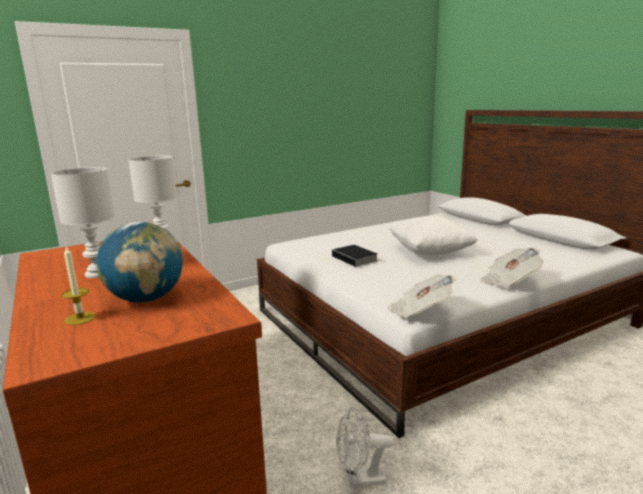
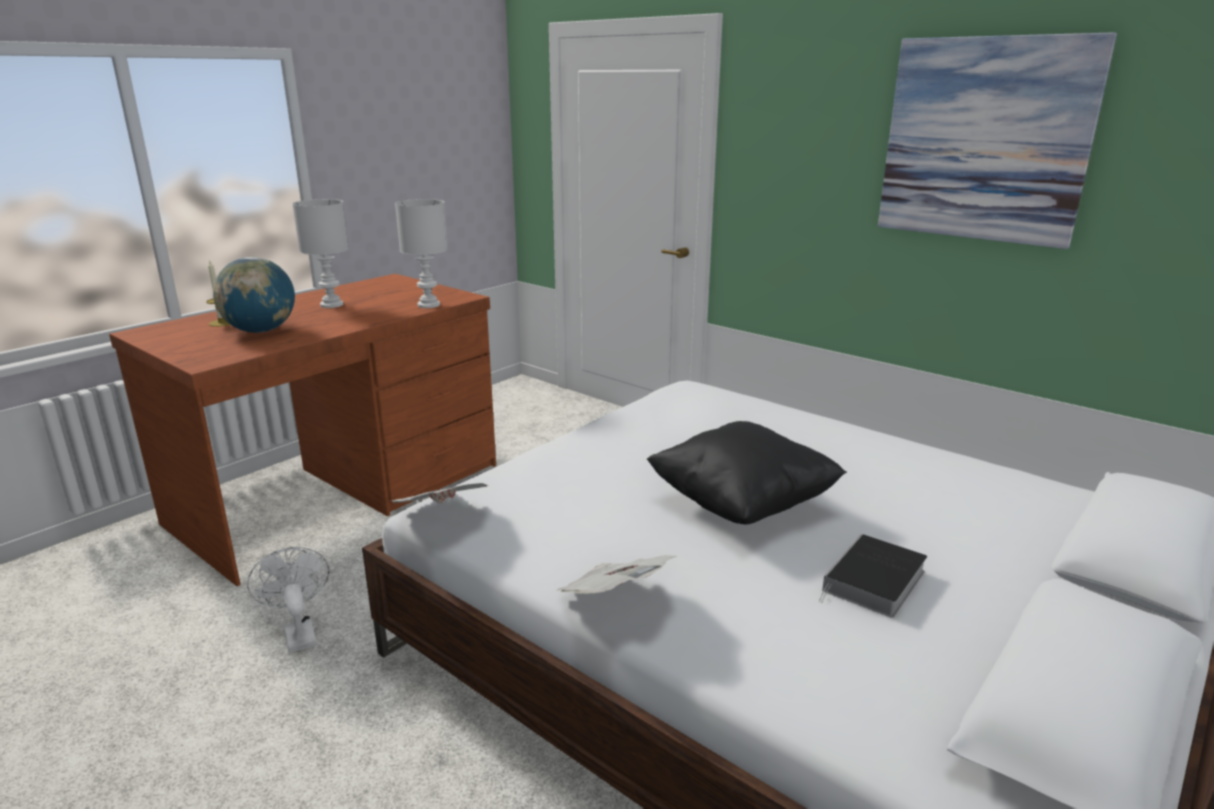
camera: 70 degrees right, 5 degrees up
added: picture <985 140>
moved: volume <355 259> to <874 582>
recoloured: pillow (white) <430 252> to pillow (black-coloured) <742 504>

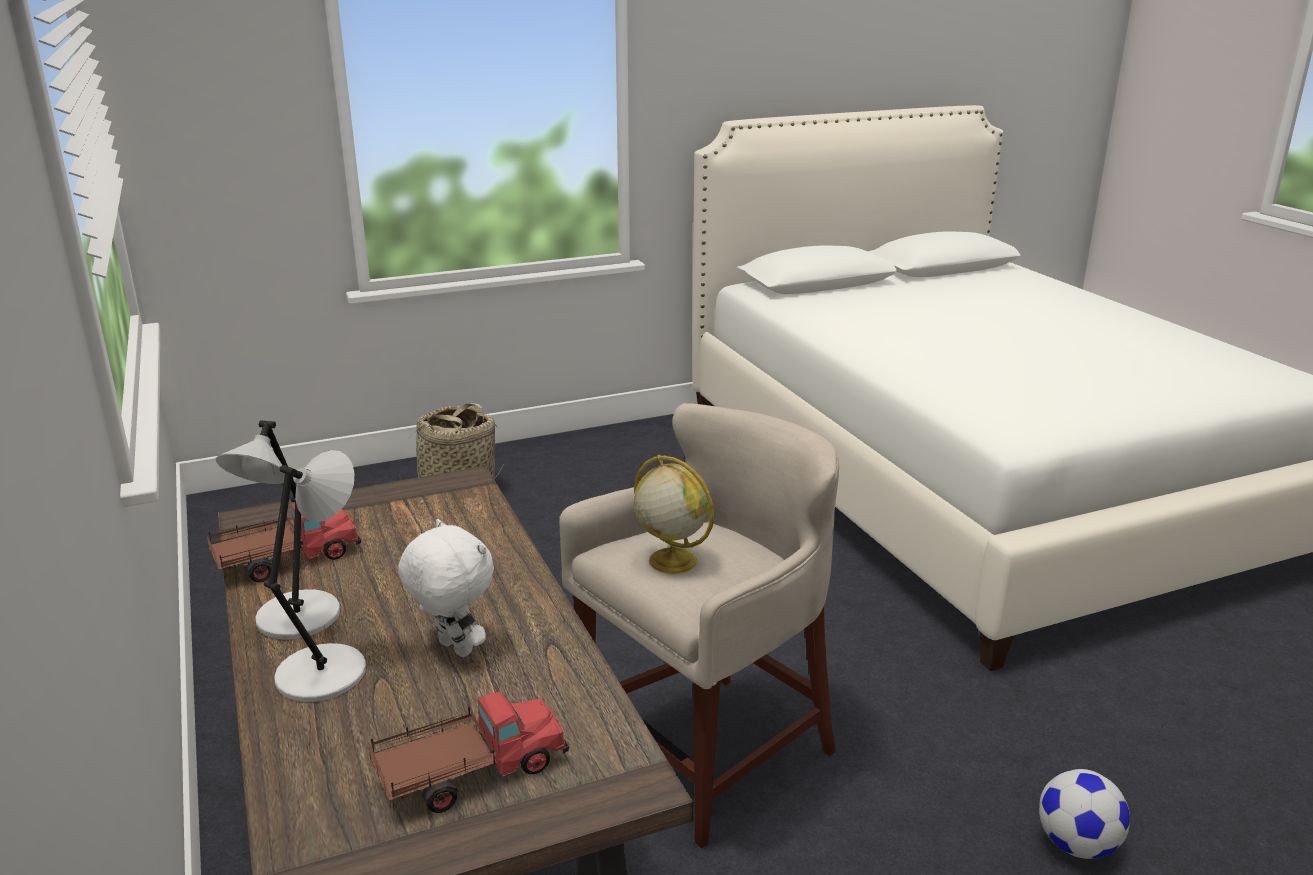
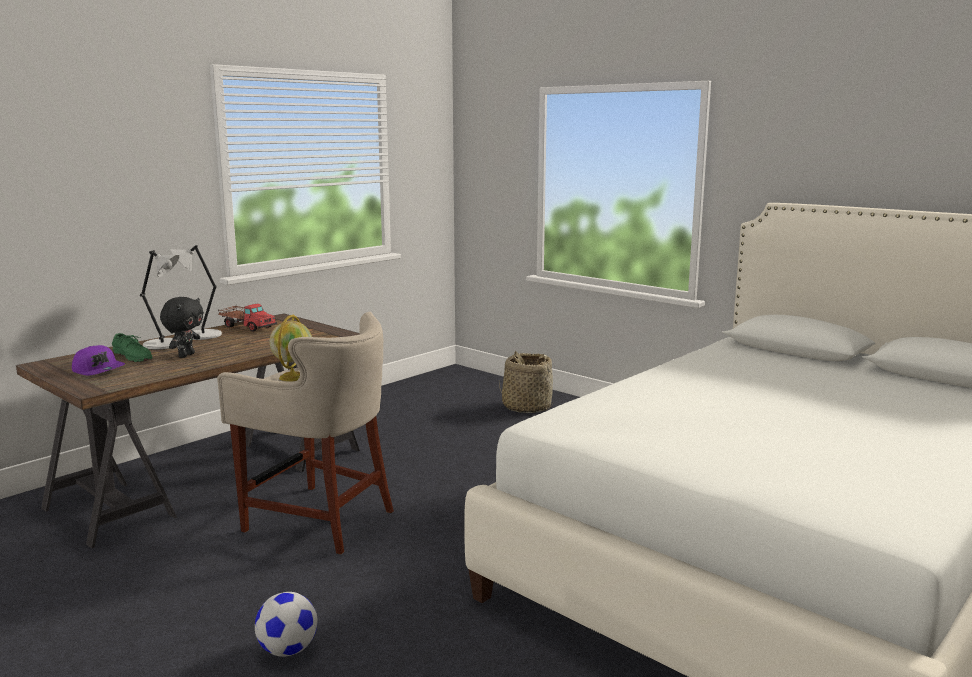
camera: 65 degrees right, 10 degrees down
added: shoe (greenish) <133 356>
replaced: toy truck <468 772> to peaked cap (purple-coloured) <99 370>
recoloured: plush toy (white) <452 649> to plush toy (black-coloured) <186 355>

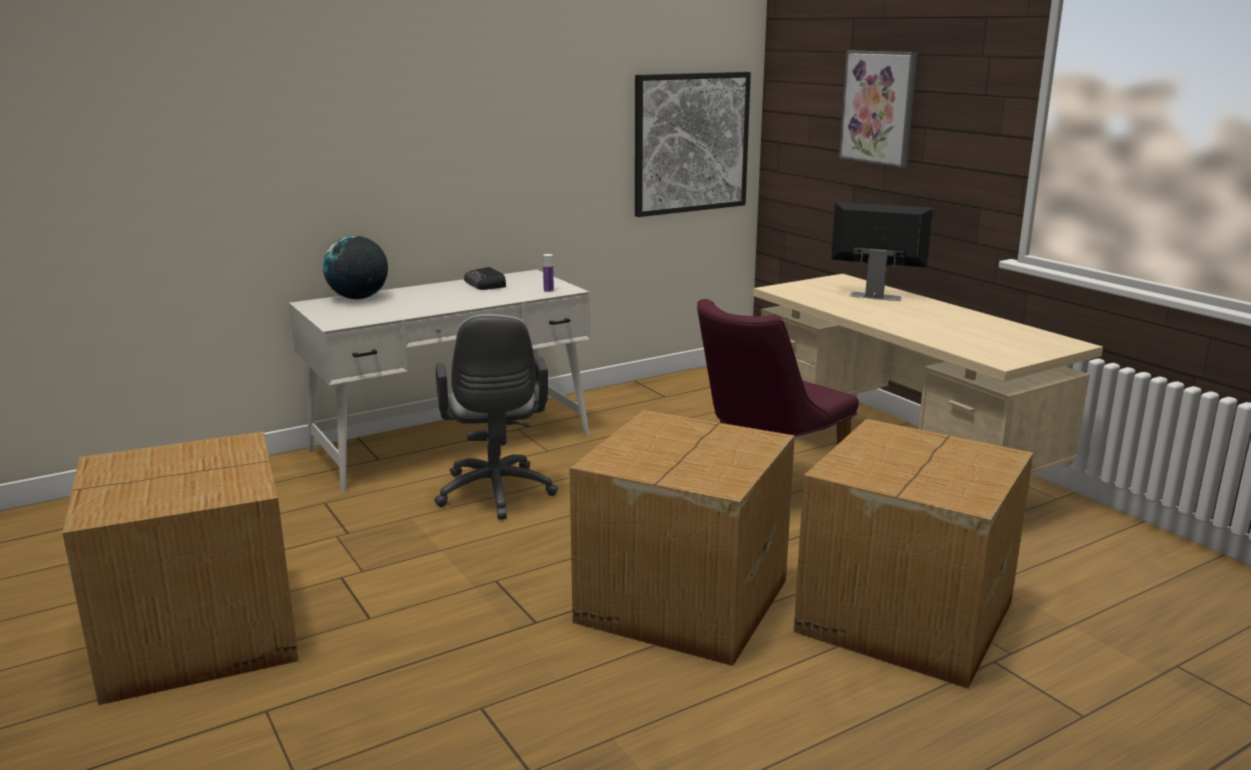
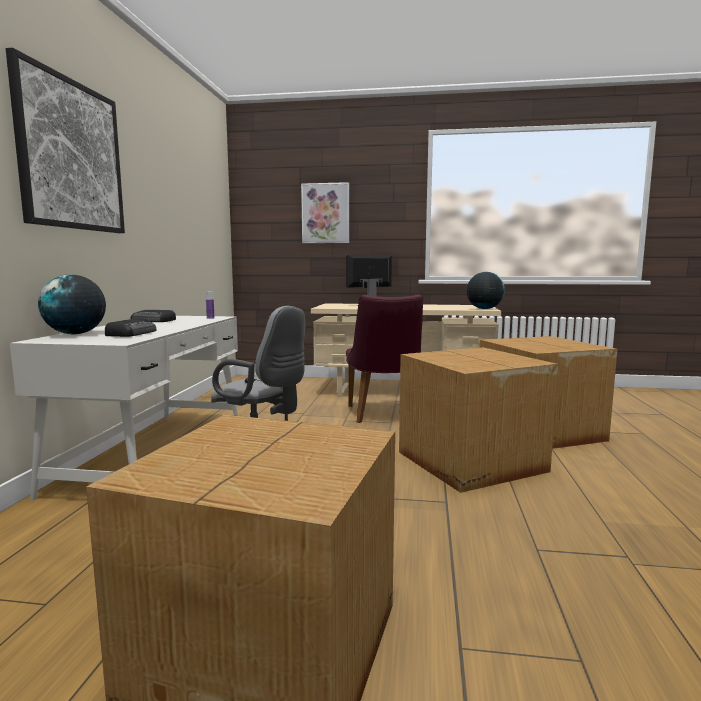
camera: 50 degrees left, 10 degrees down
added: radio set <132 333>; desk globe <484 309>
moved: picture <691 143> to <71 155>

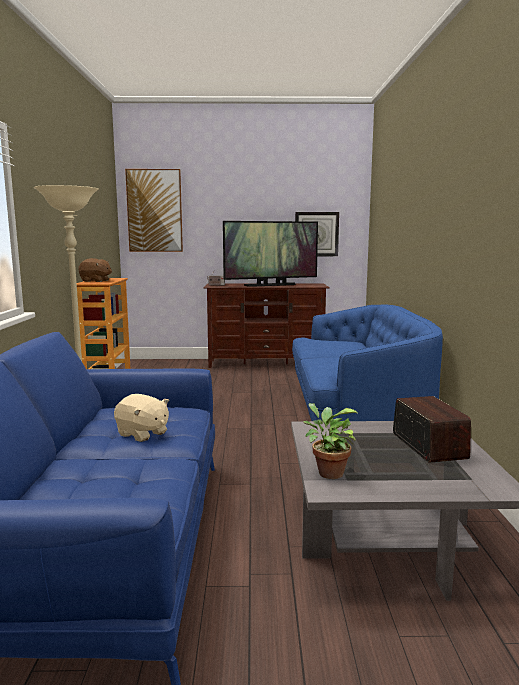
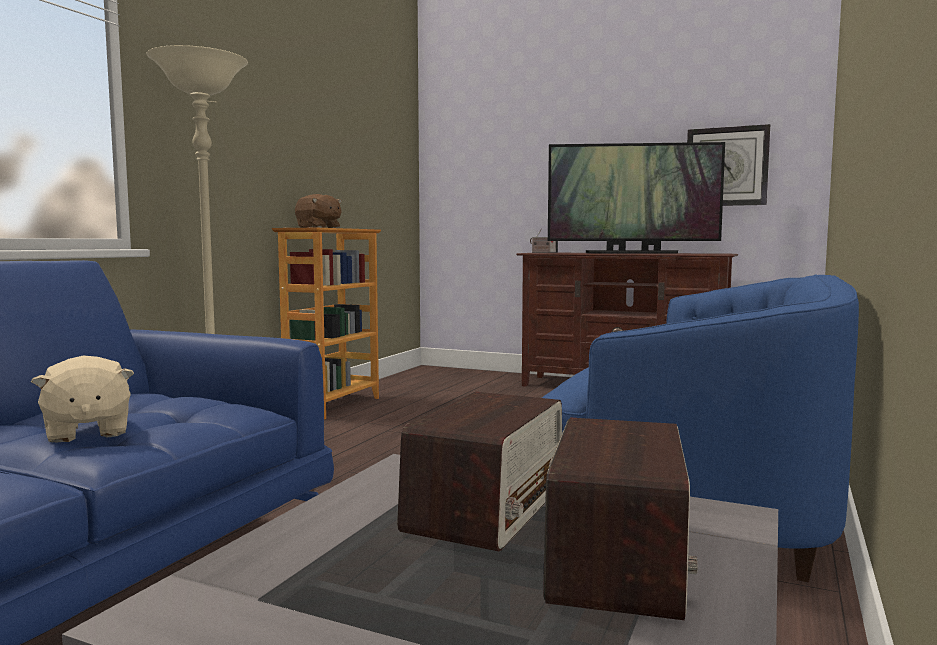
camera: 25 degrees right, 5 degrees down
removed: picture <154 211>; houseplant <327 472>
added: radio set <488 507>

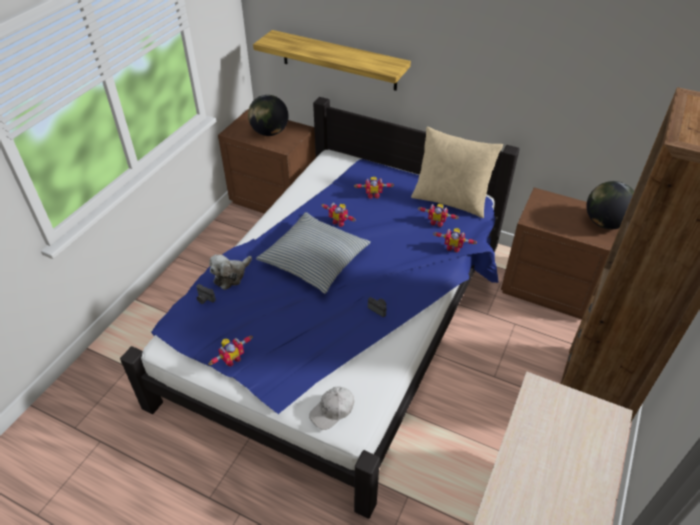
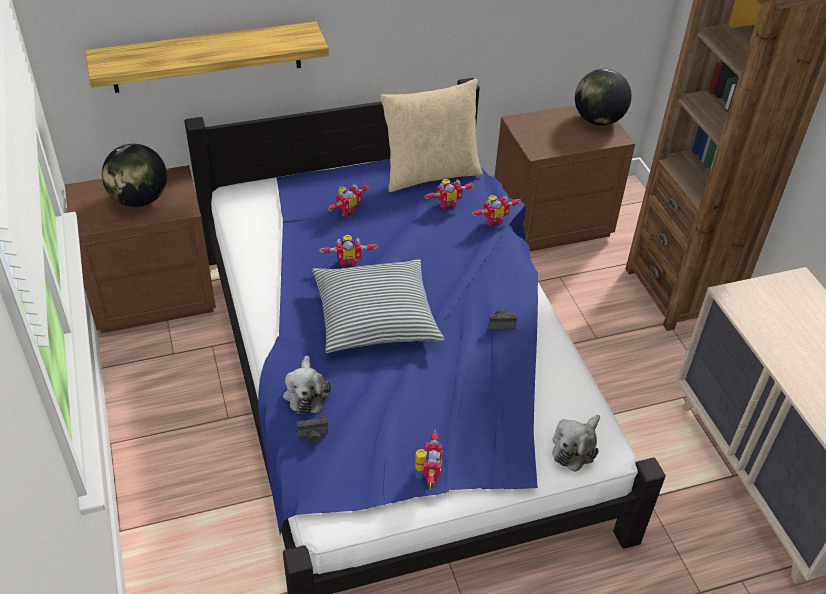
camera: 45 degrees left, 0 degrees up
replaced: peaked cap (white) <332 411> to plush toy <575 447>

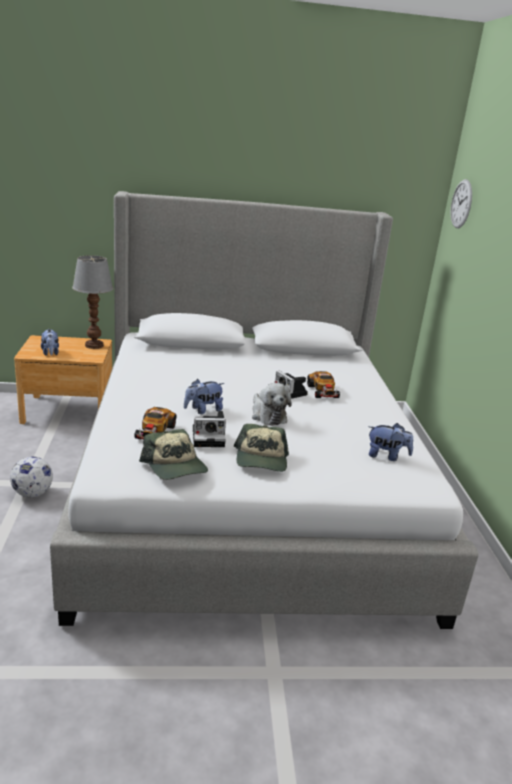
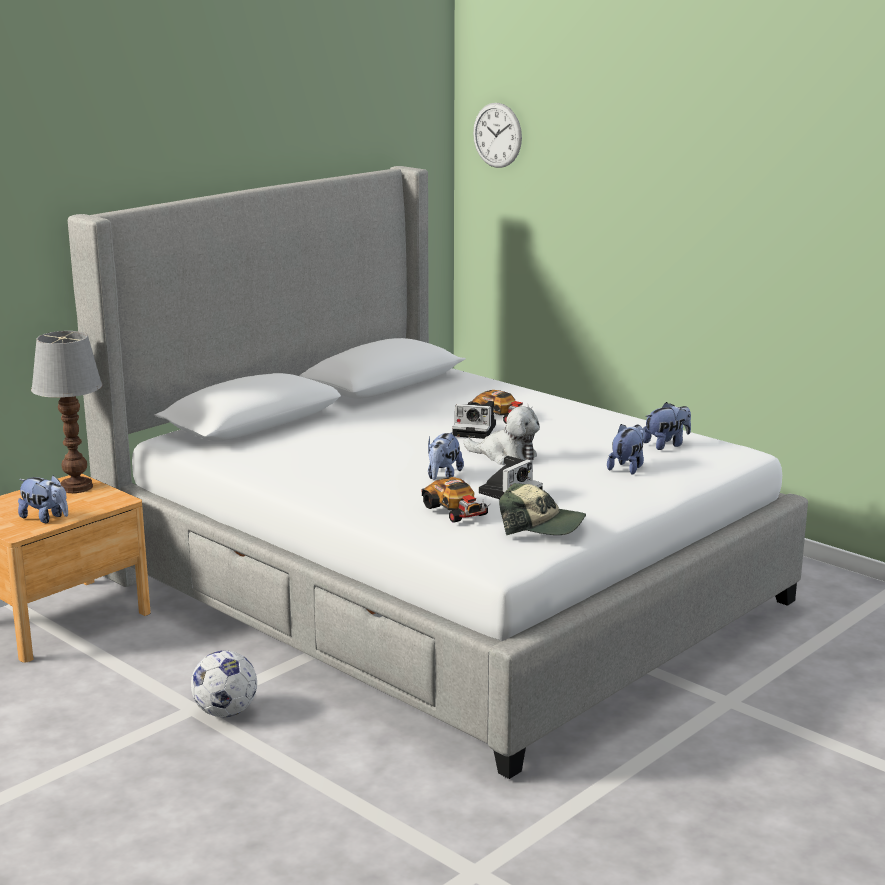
camera: 40 degrees left, 5 degrees down
removed: peaked cap <261 460>
added: plush toy <628 467>

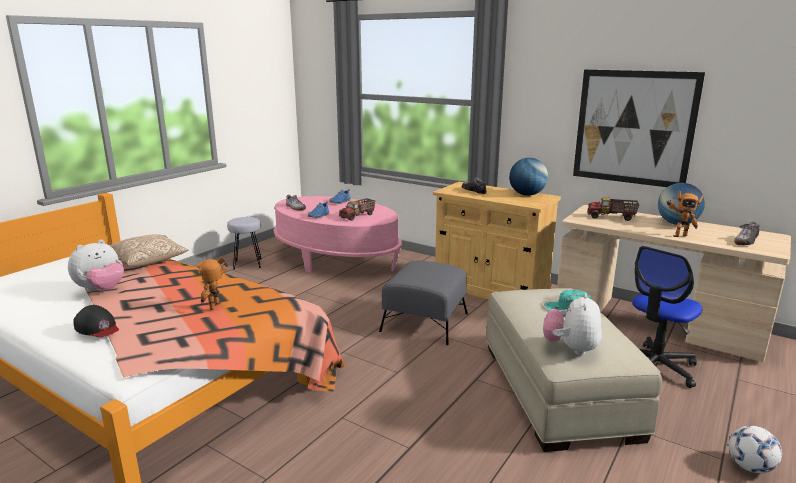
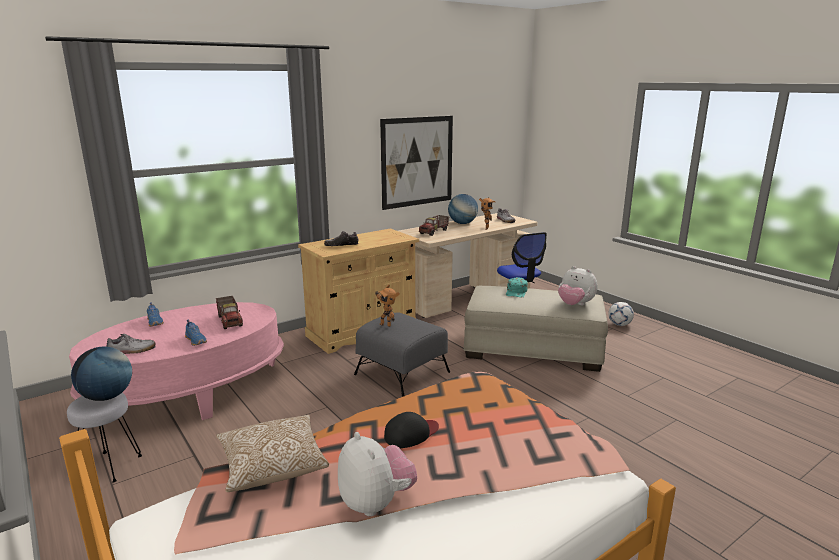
camera: 70 degrees left, 0 degrees up
moved: peaked cap (black-coloured) <97 327> to <411 434>; model robot <217 307> to <386 324>; desk globe <527 195> to <107 397>

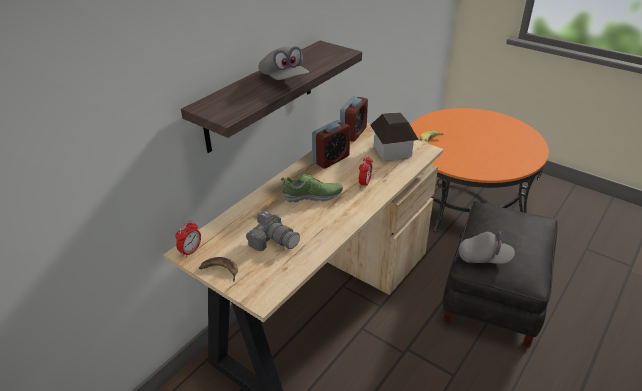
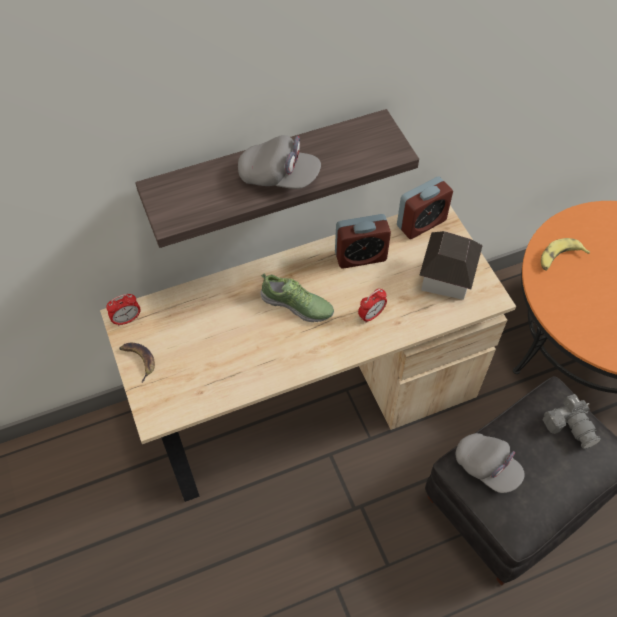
camera: 30 degrees right, 20 degrees up
moved: still camera <273 240> to <570 426>
turned: peaked cap (grey) <284 79> = <279 177> 75 degrees counterclockwise

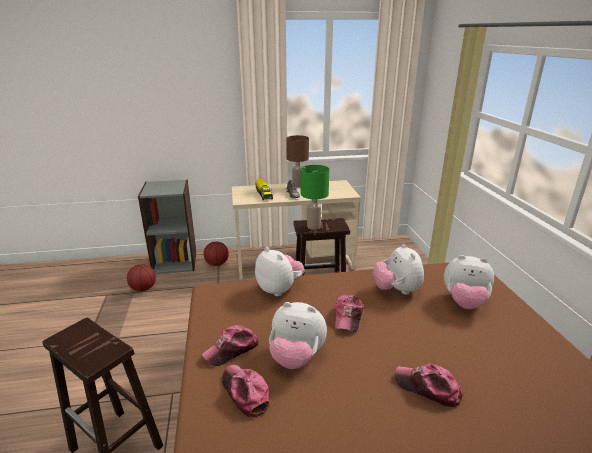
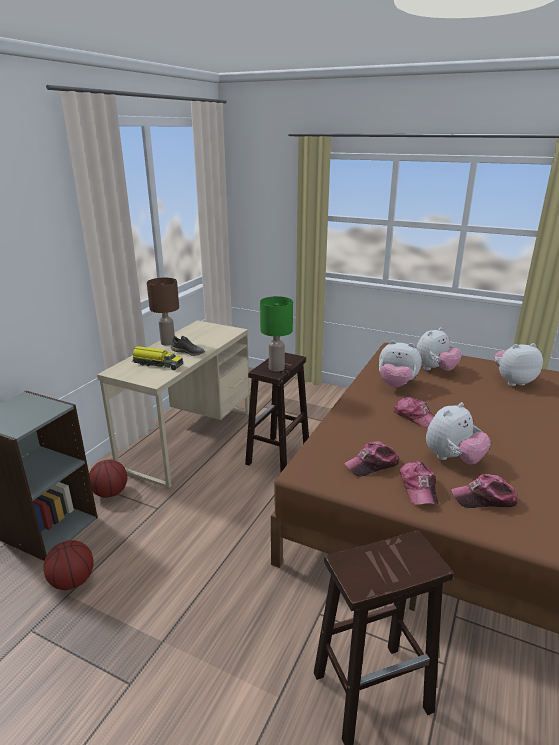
camera: 55 degrees left, 0 degrees up
moved: plush toy <279 289> to <512 381>; peaked cap <427 388> to <372 465>

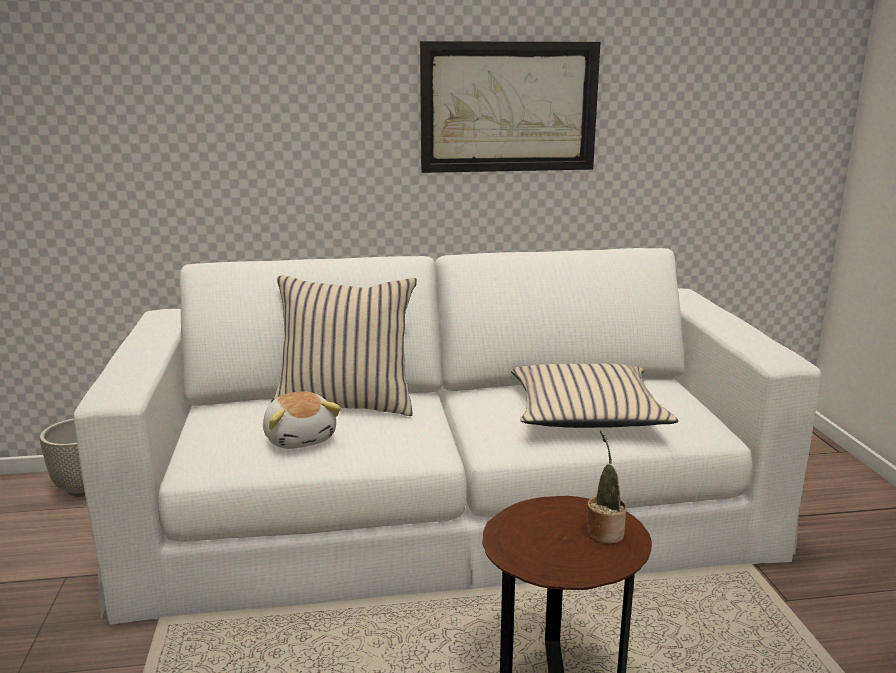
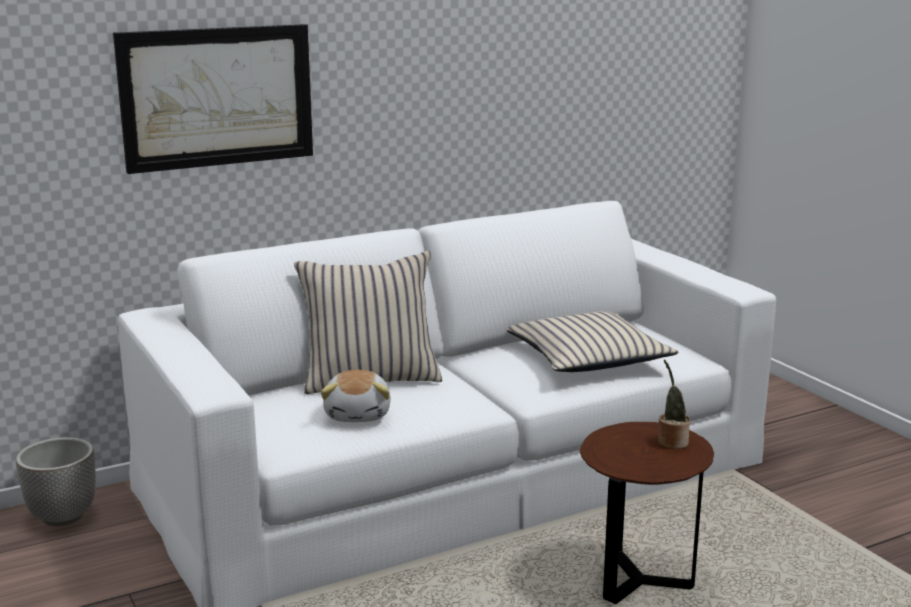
camera: 20 degrees left, 0 degrees up
moved: picture <508 107> to <217 96>
turned: plush toy <300 438> = <359 414> 45 degrees clockwise

